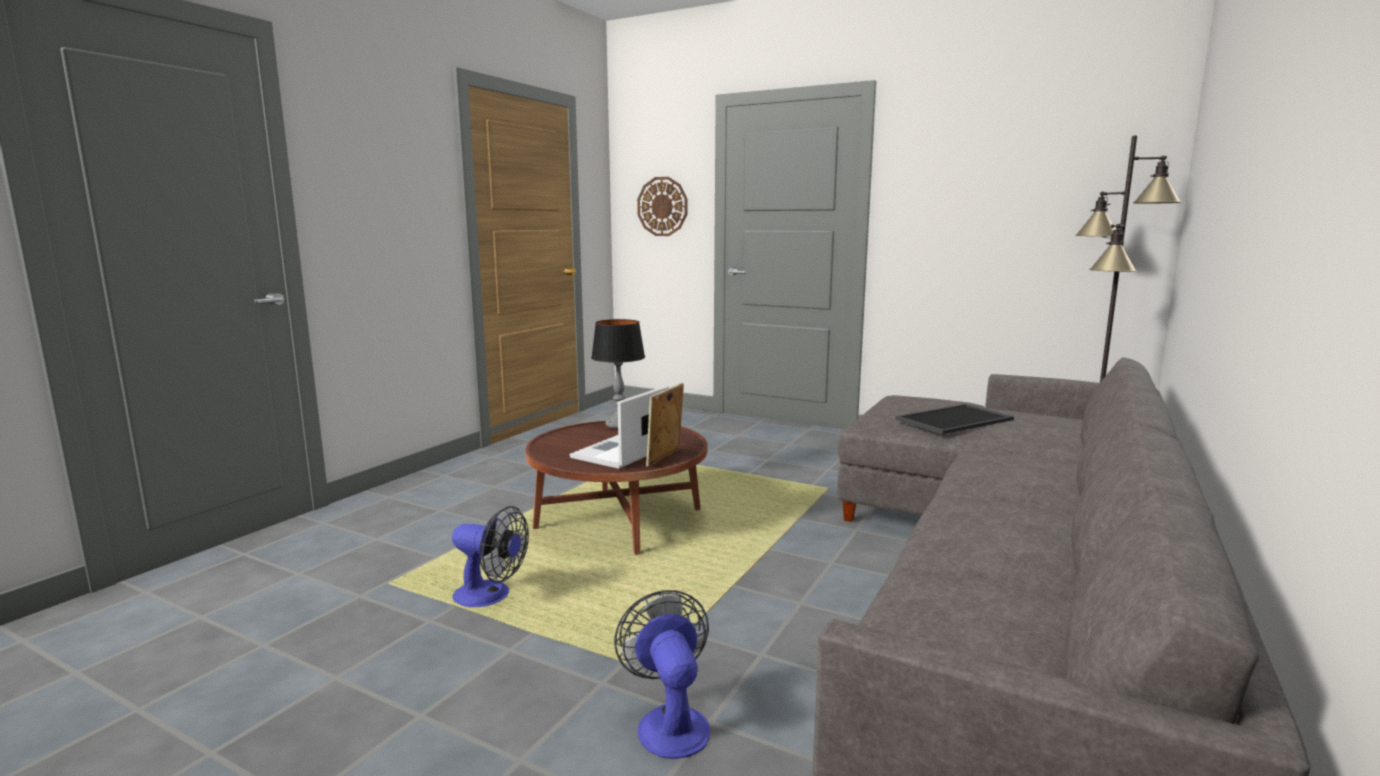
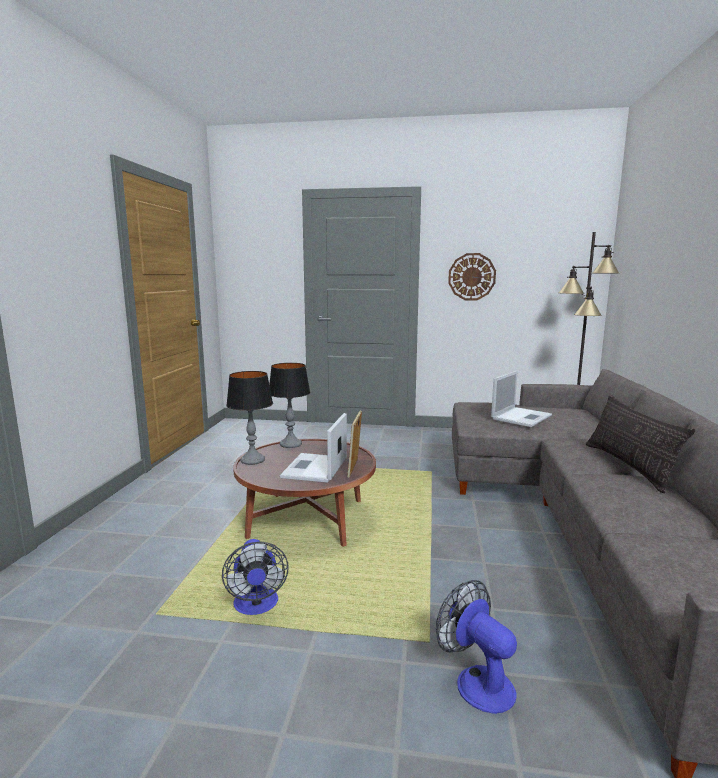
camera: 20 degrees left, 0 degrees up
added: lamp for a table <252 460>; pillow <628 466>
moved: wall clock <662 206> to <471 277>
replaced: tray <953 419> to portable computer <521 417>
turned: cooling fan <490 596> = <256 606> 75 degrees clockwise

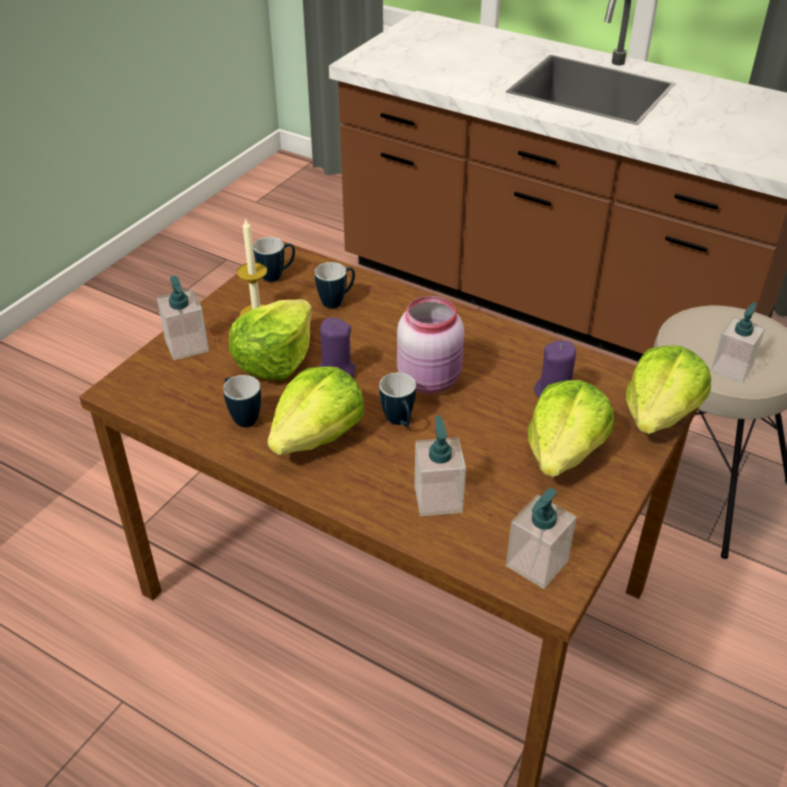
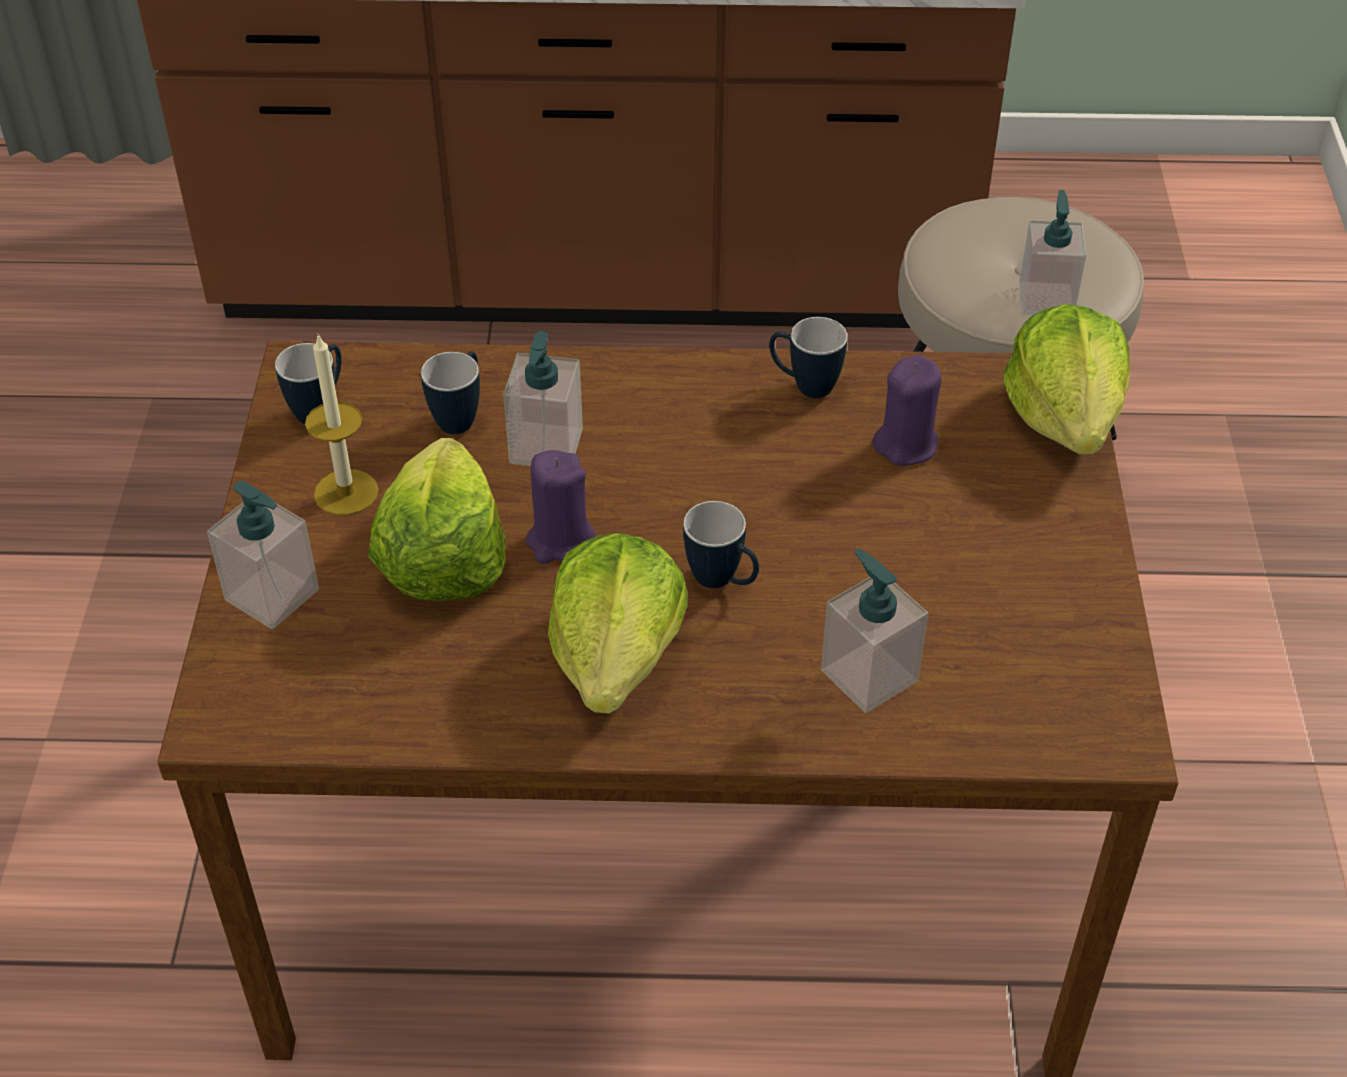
camera: 30 degrees left, 5 degrees up
removed: preserve jar (pink-coloured) <431 379>; lettuce head <564 451>
moved: coffee mug <242 417> to <804 386>; soap dispenser <536 564> to <546 446>

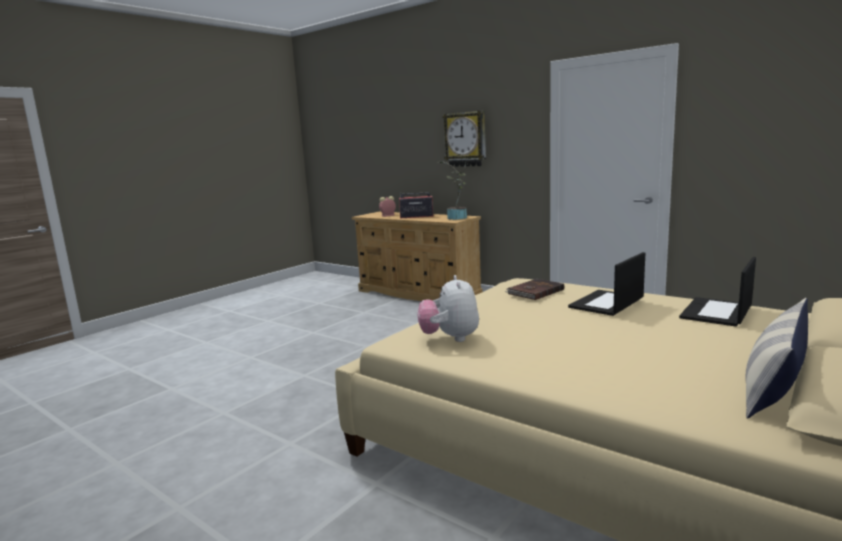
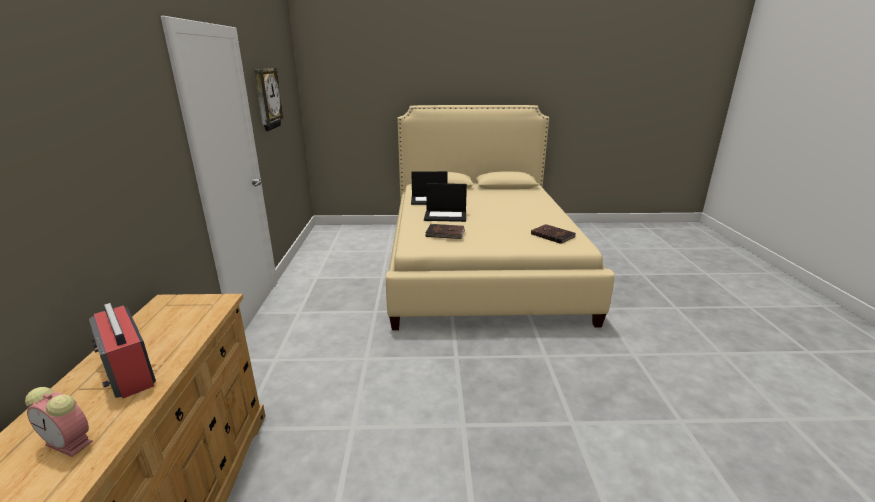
camera: 130 degrees left, 10 degrees up
removed: houseplant <457 218>; pillow <773 387>
moved: wall clock <465 139> to <267 99>
replaced: plush toy <450 338> to volume (brownish) <552 235>

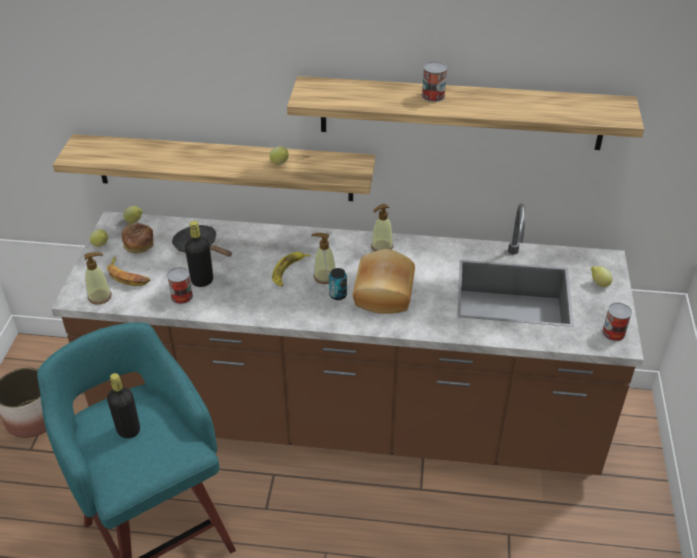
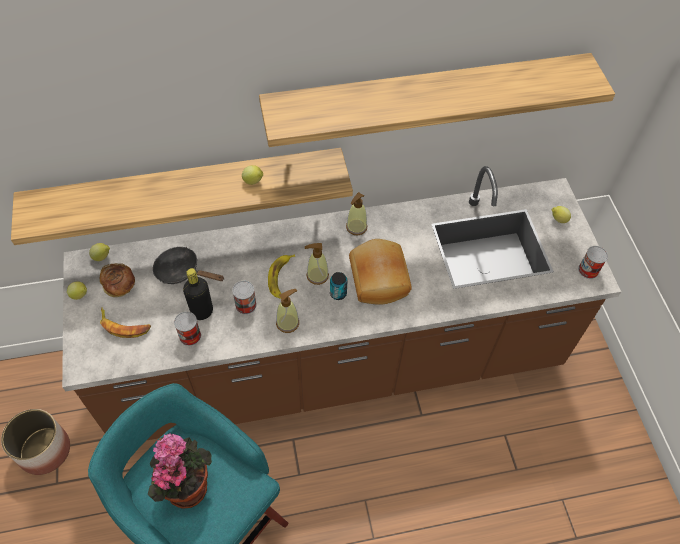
camera: 20 degrees left, 15 degrees up
moved: soap dispenser <100 297> to <288 323>; metal can <433 96> to <246 305>
replaced: bottle (black-coloured) <128 430> to houseplant <186 484>

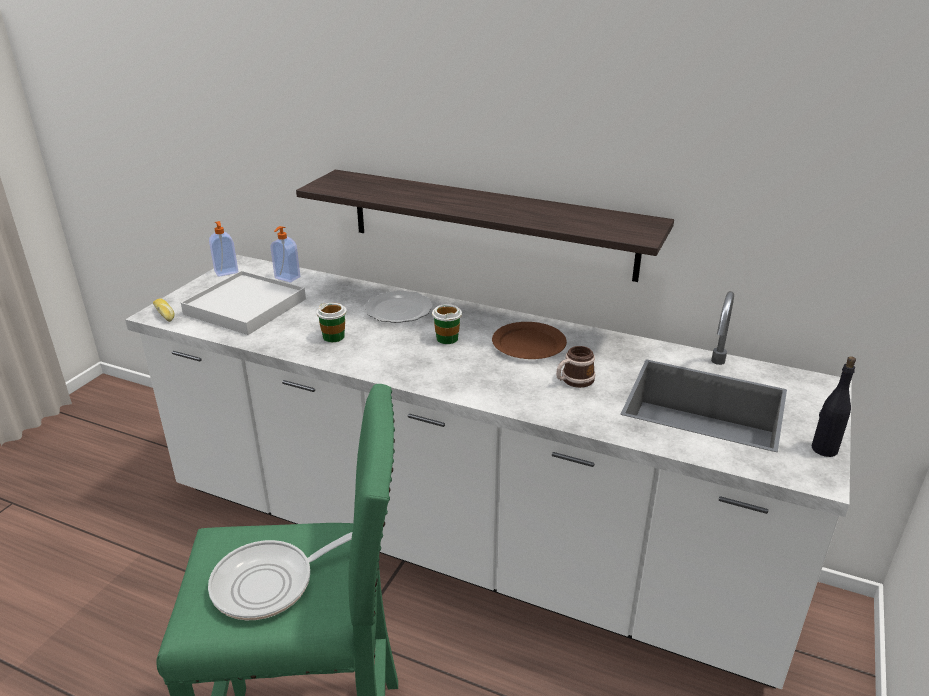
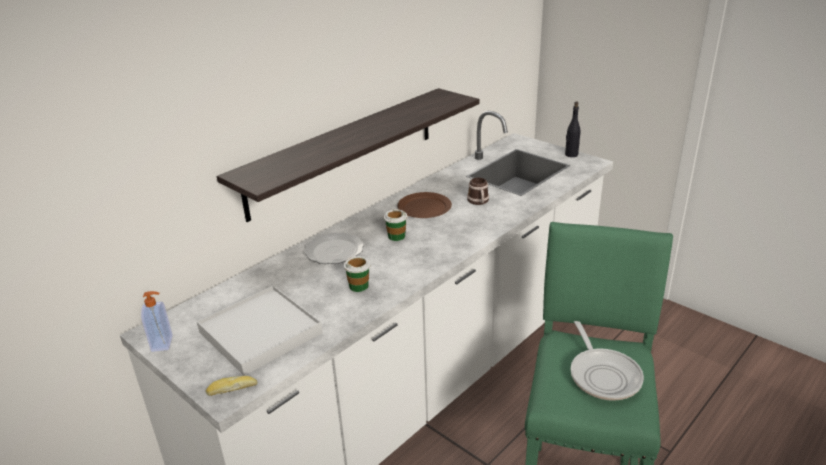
camera: 70 degrees left, 0 degrees up
removed: soap dispenser <287 278>

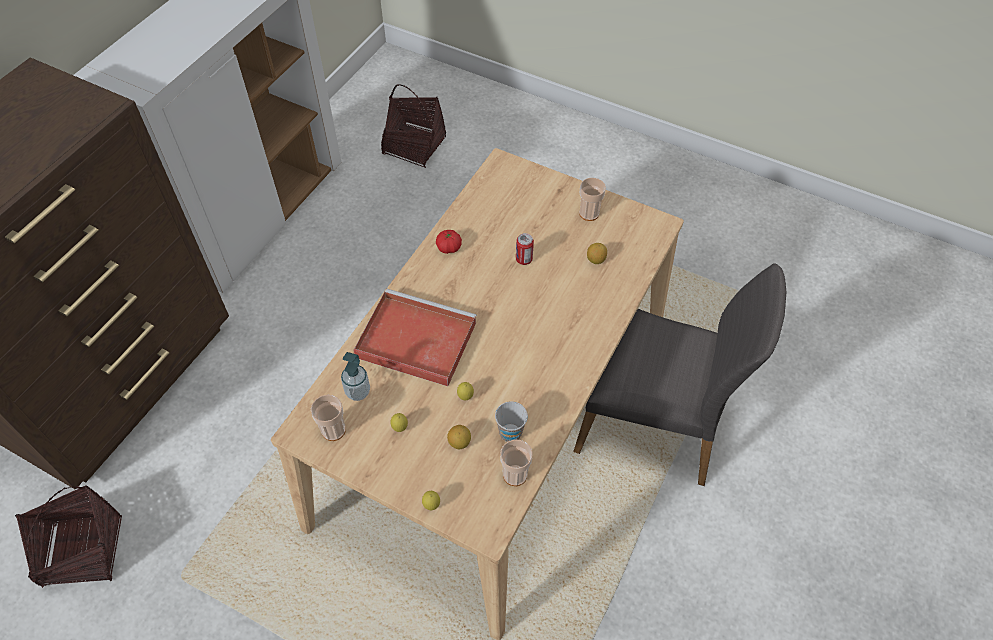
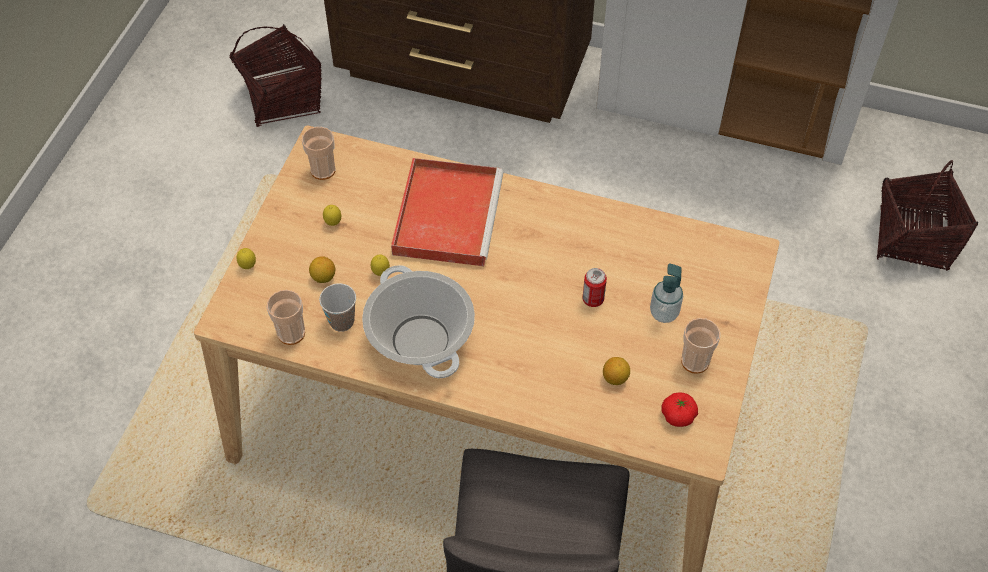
camera: 80 degrees right, 0 degrees up
added: stockpot <420 340>
moved: soap dispenser <358 392> to <664 313>; whole tomato <449 247> to <678 416>

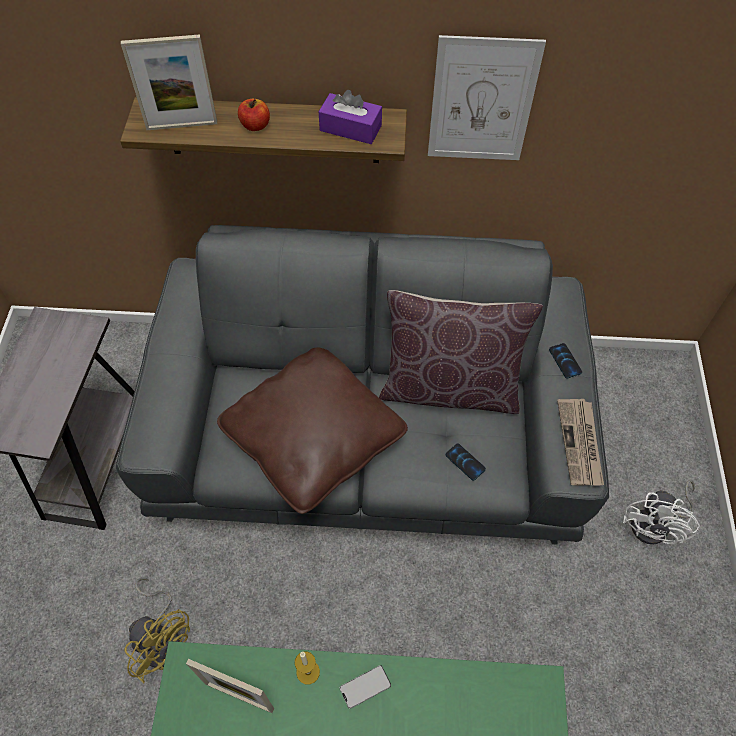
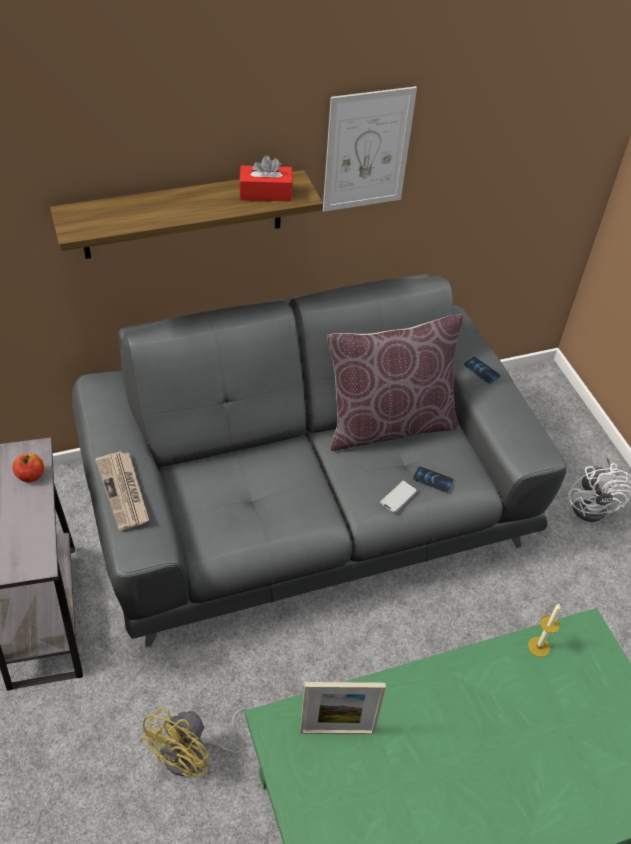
camera: 25 degrees left, 10 degrees down
removed: picture frame <182 125>; pillow (brownish) <313 437>
moved: apple <255 125> to <30 475>; wax candle <308 672> to <538 647>; telephone <365 687> to <398 497>; daily paper <580 443> to <124 492>
recoloured: tissue box (purple-coloured) <350 128> to tissue box (red-coloured) <265 193>
turned: cooling fan (yellow) <163 638> = <195 755> 105 degrees clockwise

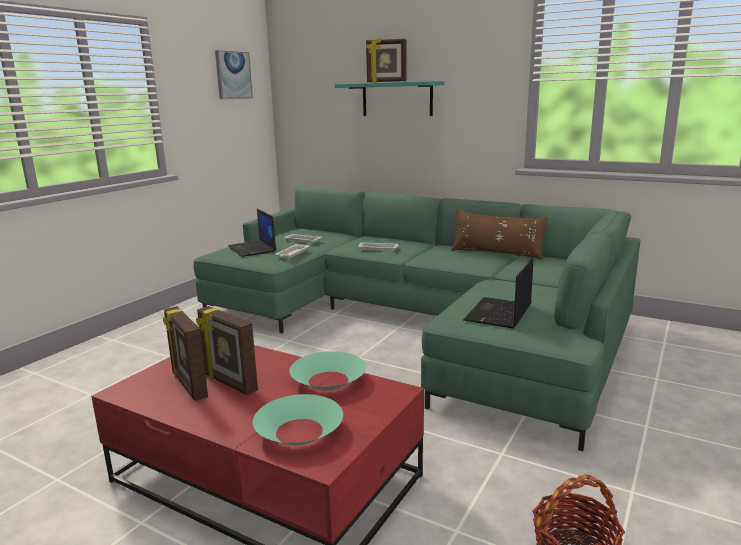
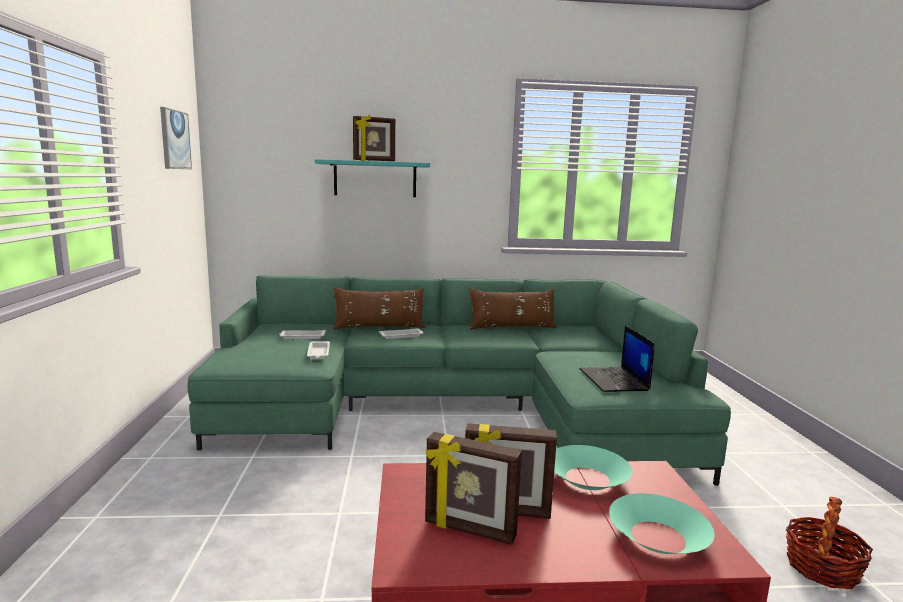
camera: 35 degrees left, 5 degrees down
removed: portable computer <252 249>
added: pillow (brownish) <379 327>

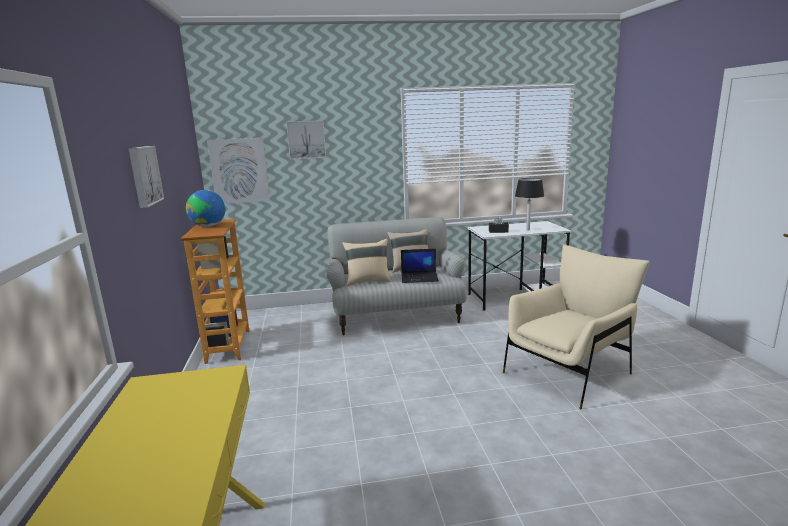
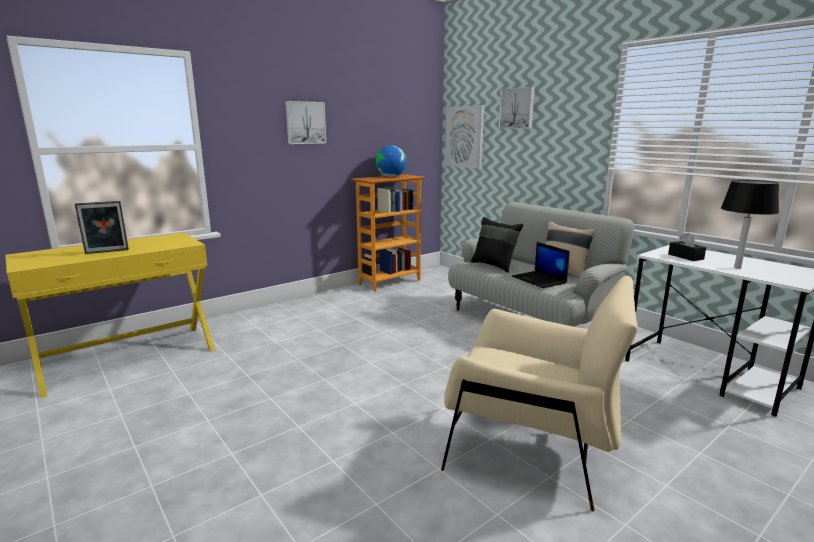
camera: 60 degrees right, 0 degrees up
added: picture frame <107 252>
recoloured: pillow (beige-coloured) <368 281> to pillow (black-coloured) <495 265>

